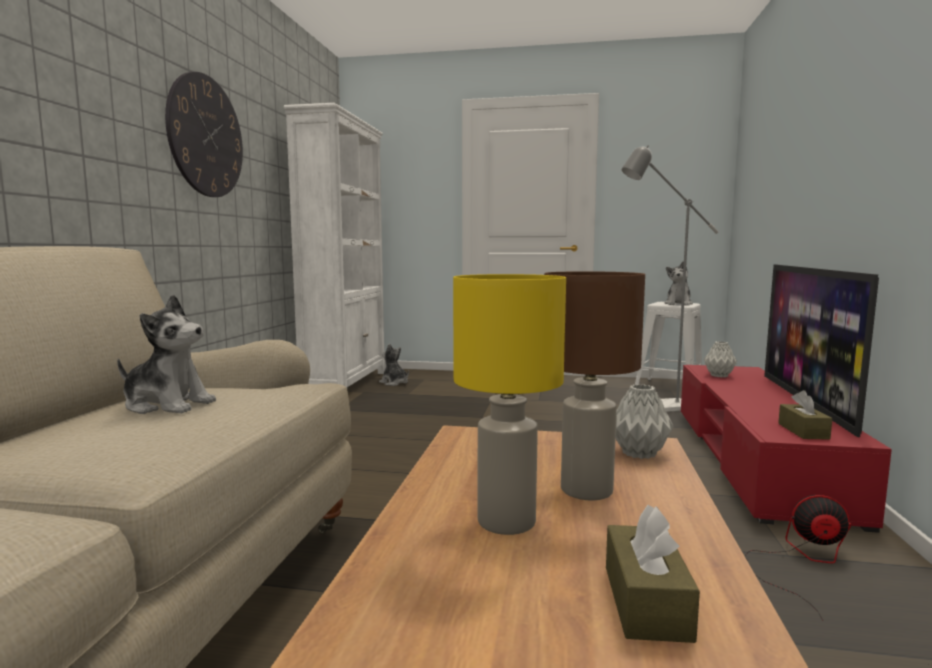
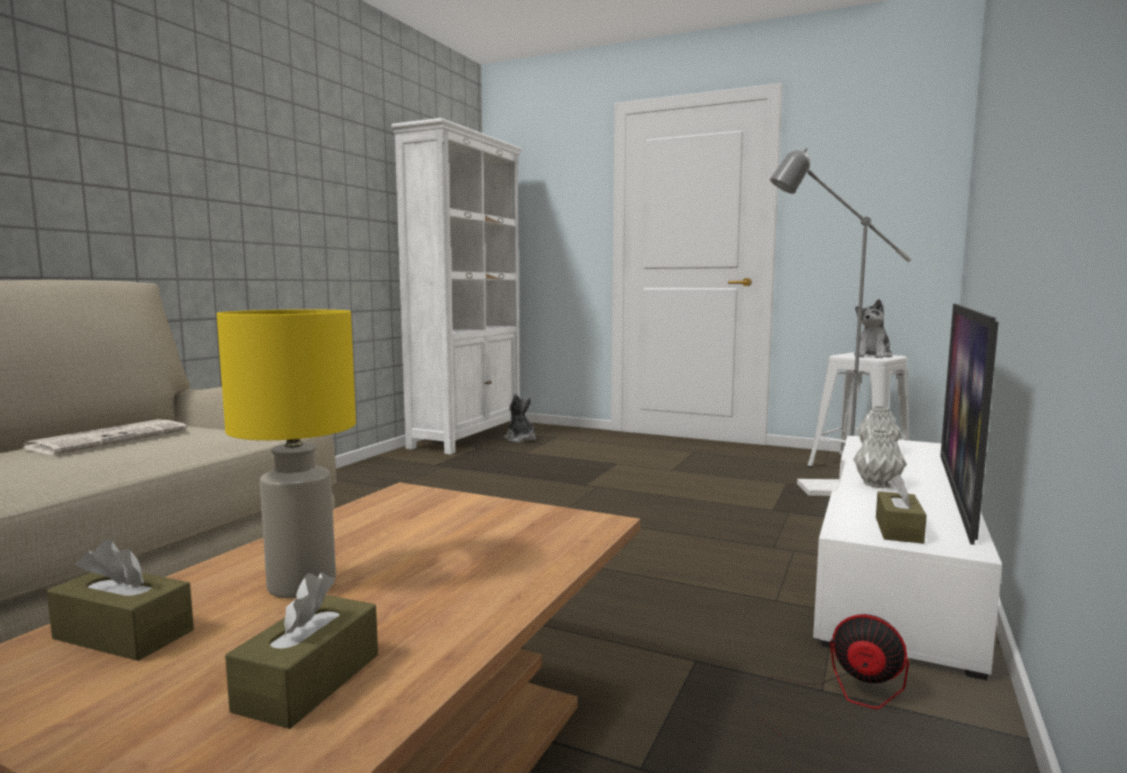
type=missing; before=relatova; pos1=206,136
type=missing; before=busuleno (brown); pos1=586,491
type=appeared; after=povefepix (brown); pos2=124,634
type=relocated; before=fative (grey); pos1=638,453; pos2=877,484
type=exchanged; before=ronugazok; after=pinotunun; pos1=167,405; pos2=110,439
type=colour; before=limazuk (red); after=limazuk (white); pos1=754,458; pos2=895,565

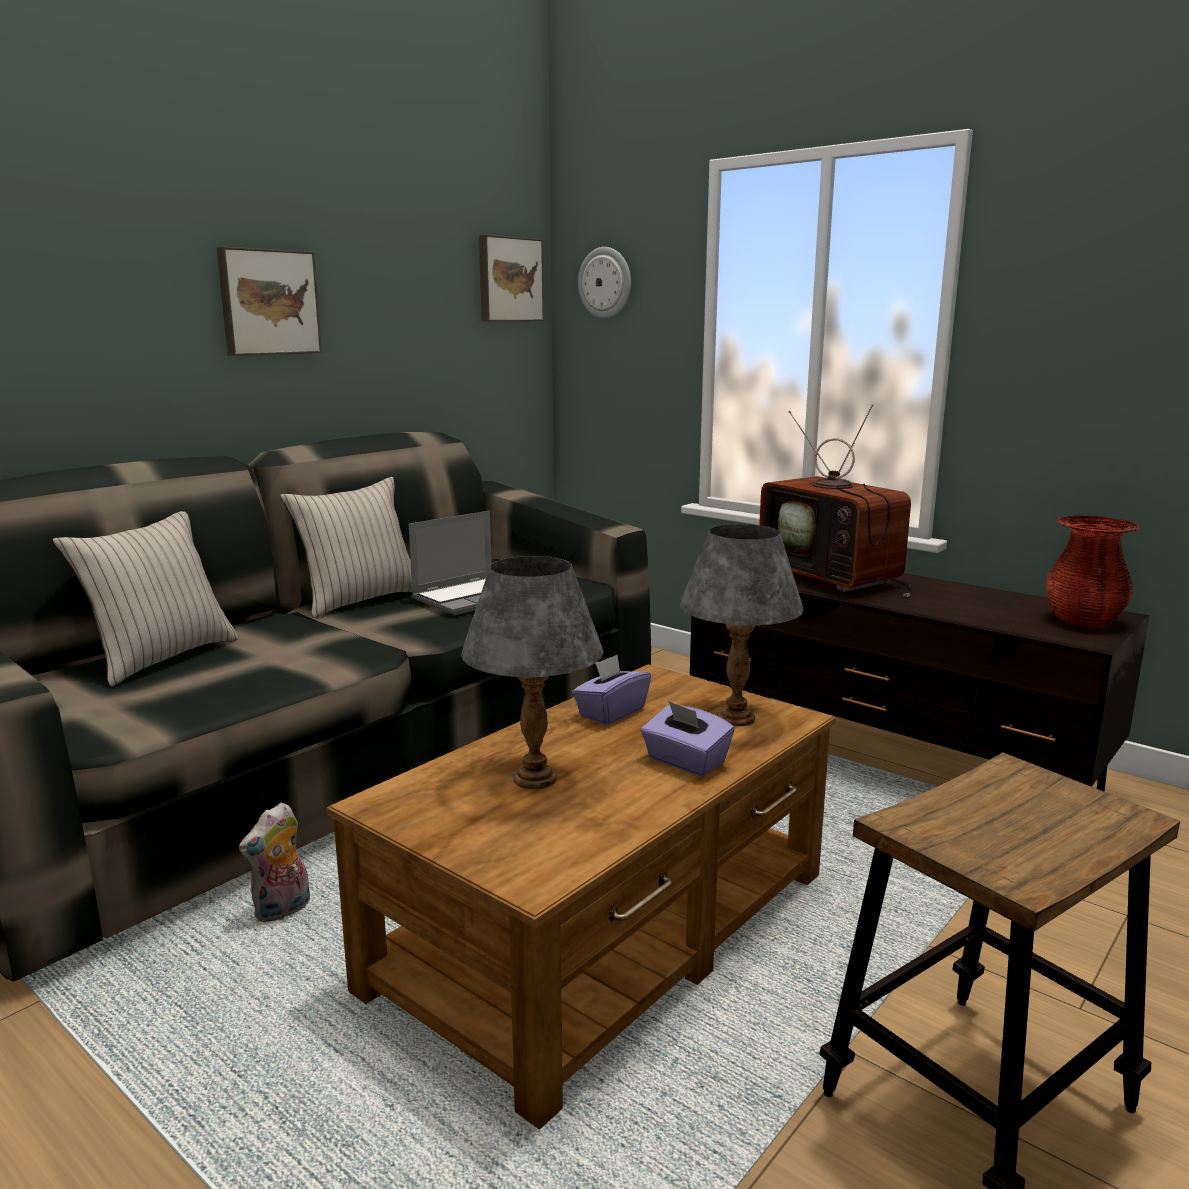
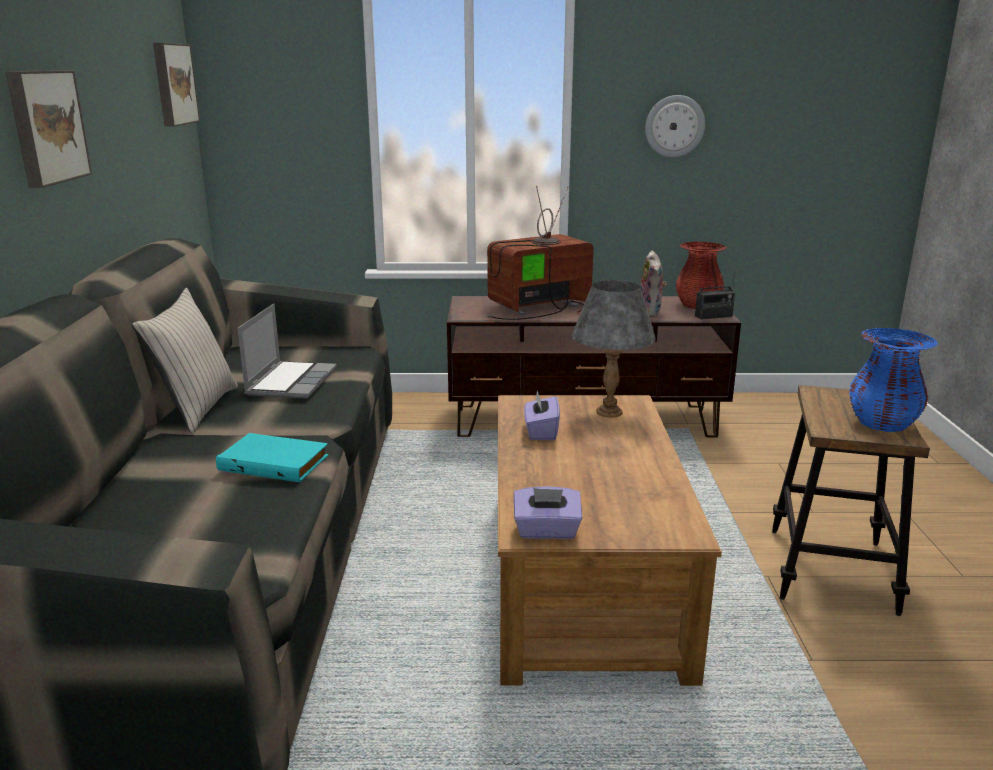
type=missing; before=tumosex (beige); pos1=161,658
type=missing; before=busuleno (grey); pos1=536,778
type=appeared; after=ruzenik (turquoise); pos2=275,462
type=appeared; after=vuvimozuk; pos2=713,316
type=appeared; after=fative (blue); pos2=882,424
type=relocated; before=ronugazok; pos1=283,911; pos2=650,313
type=relocated; before=relatova; pos1=605,283; pos2=674,126
type=relocated; before=povefepix (purple); pos1=685,762; pos2=547,531
type=spun; before=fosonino; pos1=835,578; pos2=538,307; turn=135

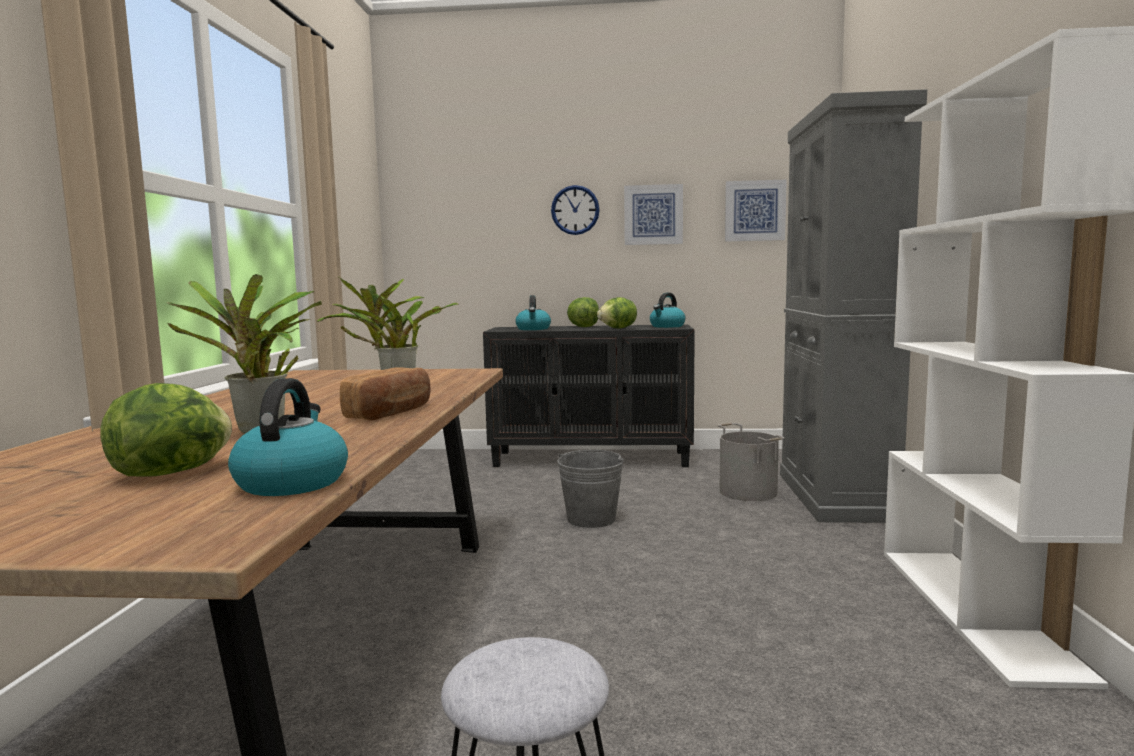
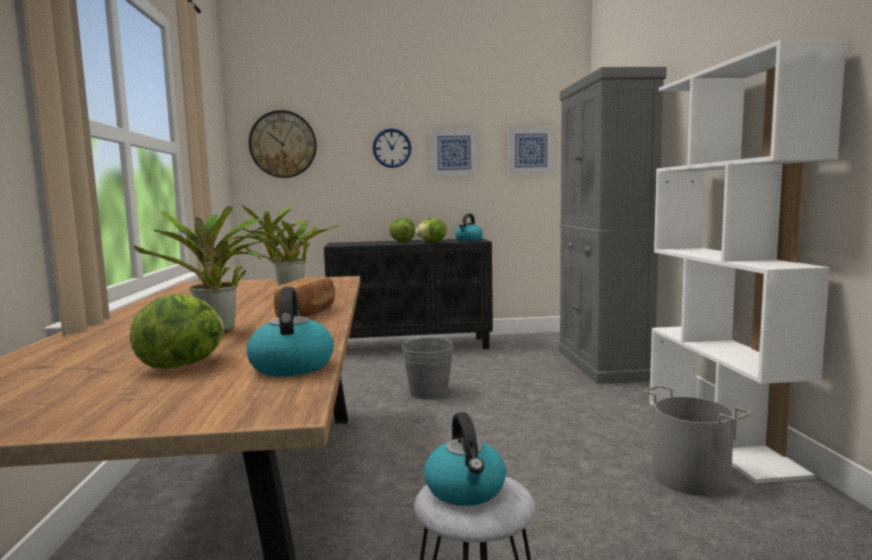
type=appeared; after=relatova; pos2=283,144
type=relocated; before=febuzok; pos1=533,329; pos2=466,490
type=relocated; before=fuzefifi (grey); pos1=747,492; pos2=690,478

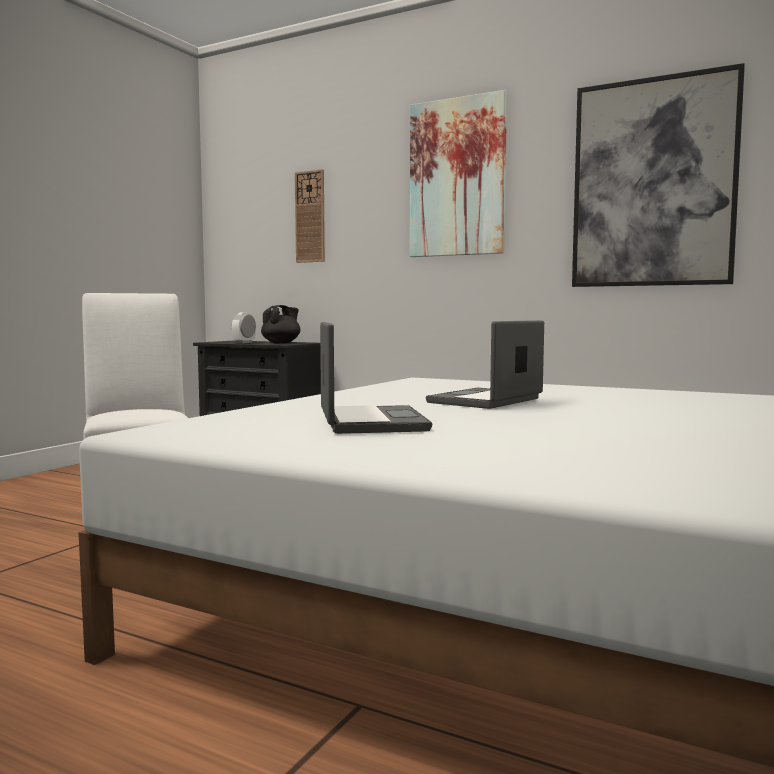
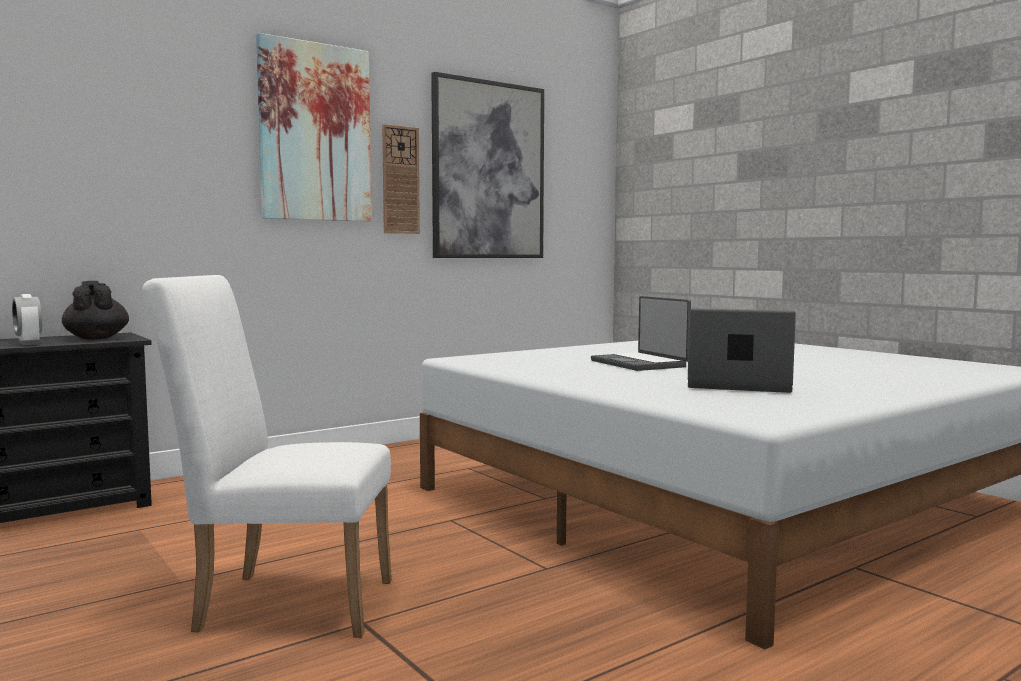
type=relocated; before=relatova; pos1=310,217; pos2=400,180

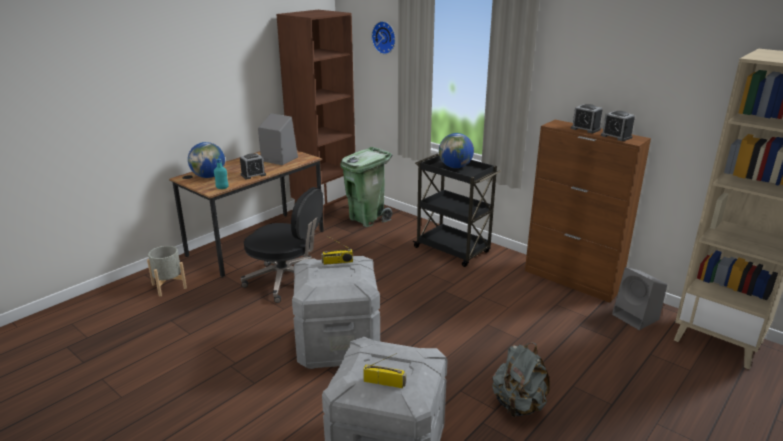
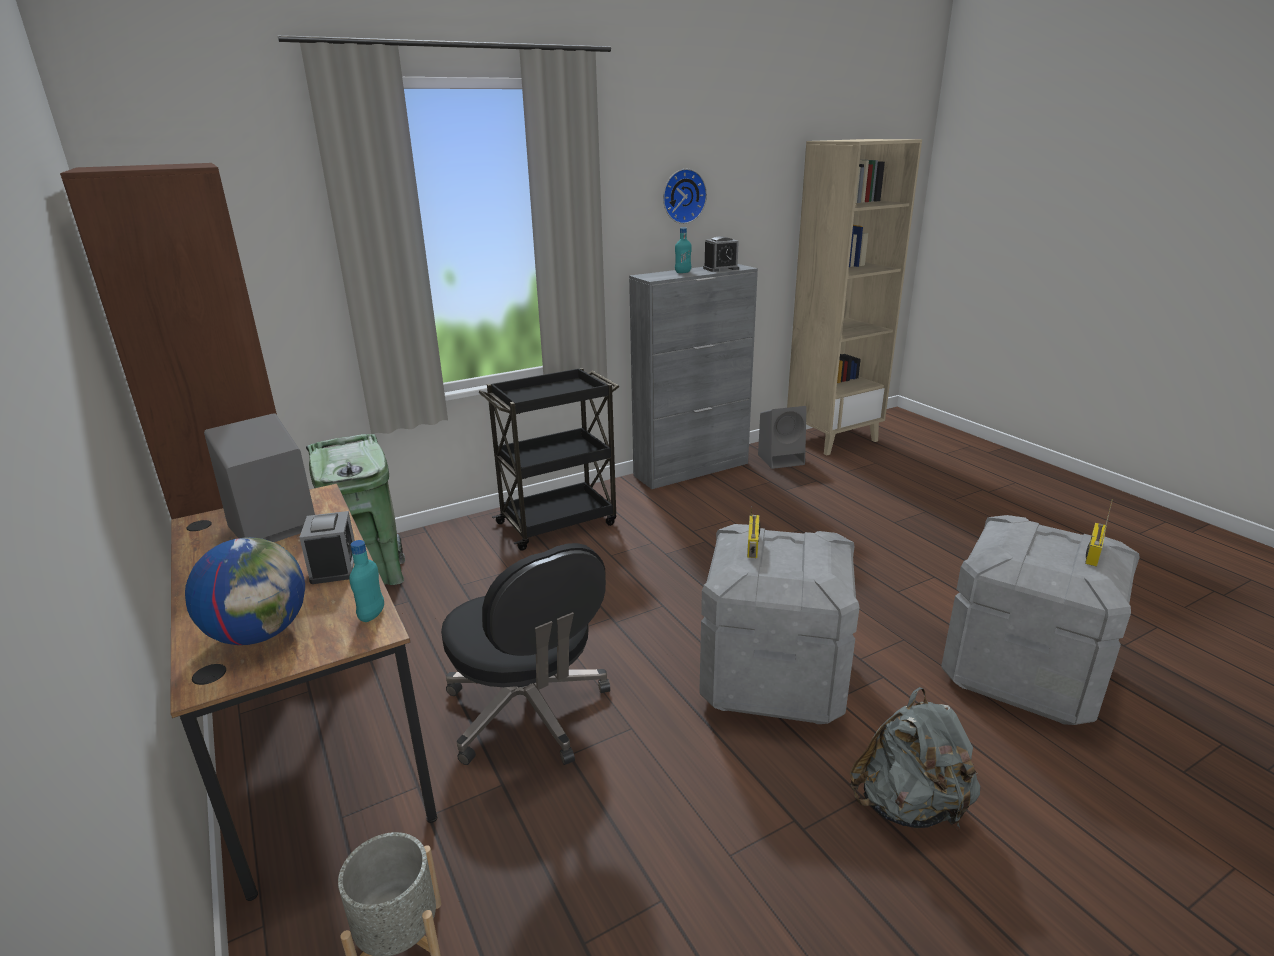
type=missing; before=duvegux; pos1=455,167
type=relocated; before=relatova; pos1=385,37; pos2=682,196
type=relocated; before=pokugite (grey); pos1=518,405; pos2=909,805
type=exchanged; before=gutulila; after=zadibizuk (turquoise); pos1=585,129; pos2=683,272
type=colour; before=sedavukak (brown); after=sedavukak (grey); pos1=572,280; pos2=692,469
type=spun; before=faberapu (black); pos1=286,281; pos2=528,712; turn=105

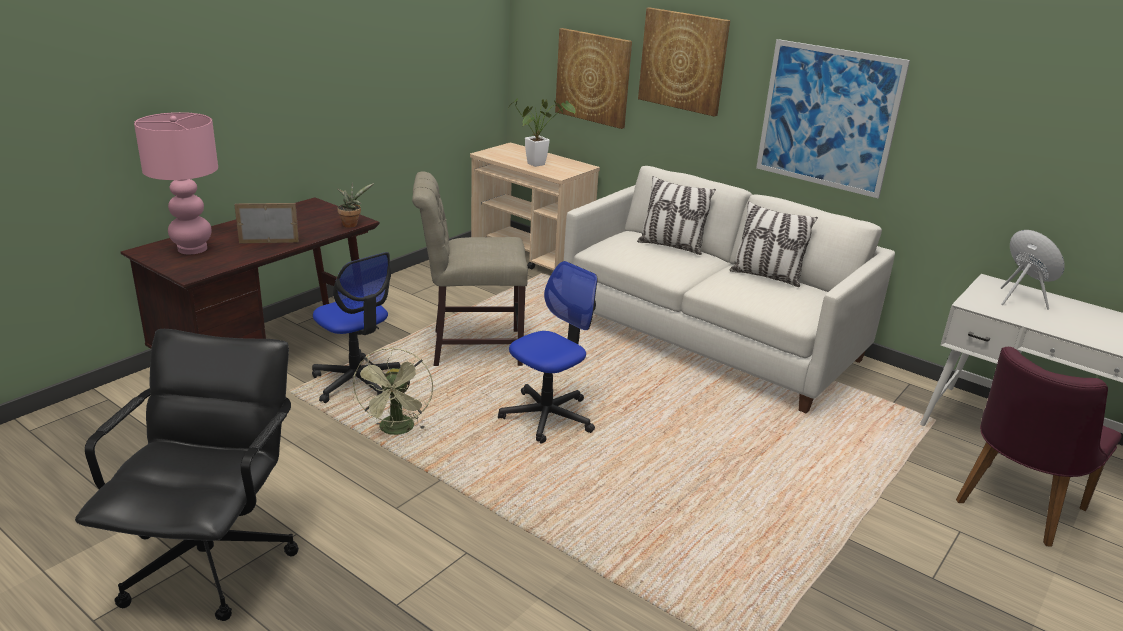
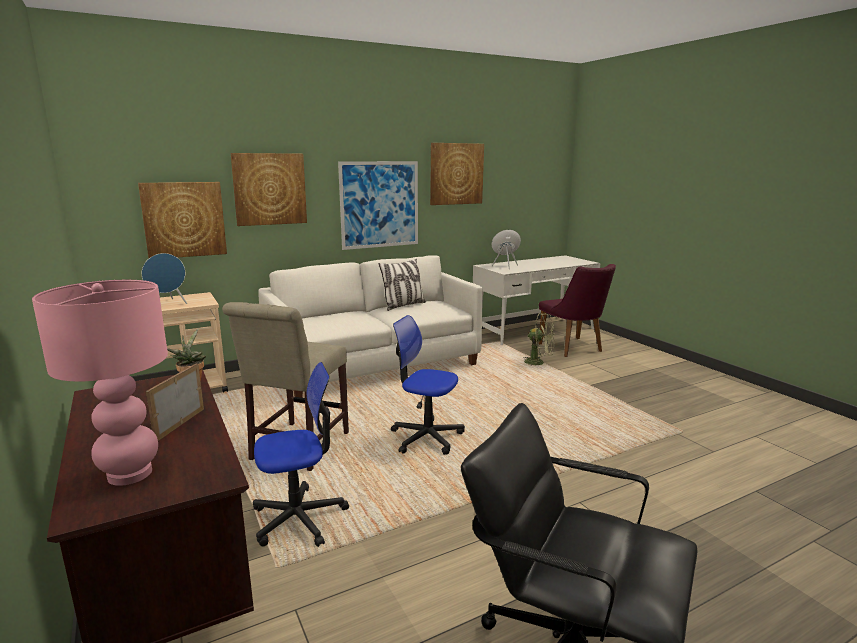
type=missing; before=tumosex; pos1=671,246
type=appeared; after=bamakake; pos2=456,174
type=relocated; before=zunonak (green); pos1=397,431; pos2=538,363
type=exchanged; before=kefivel; after=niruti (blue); pos1=539,164; pos2=168,304
type=spun; before=faberapu; pos1=547,416; pos2=426,437; turn=-45

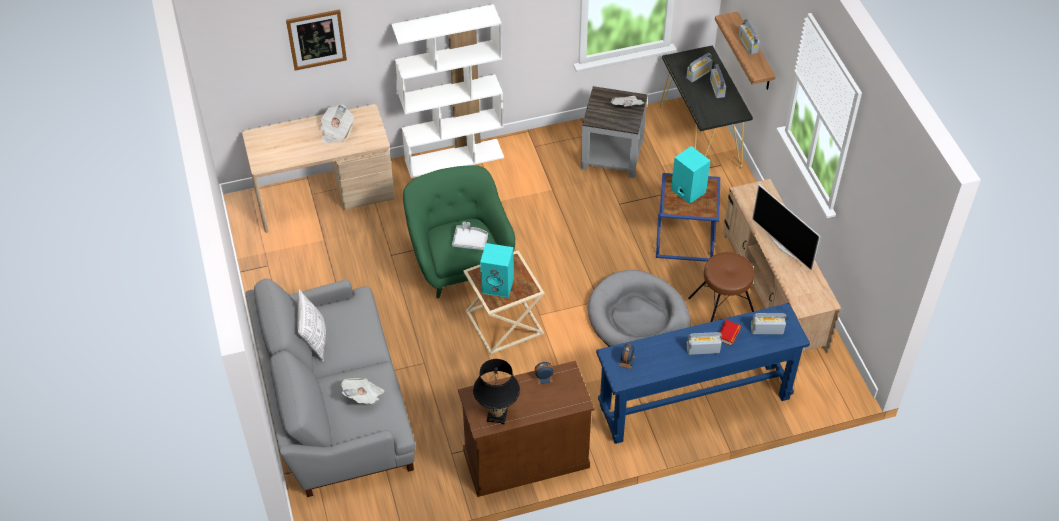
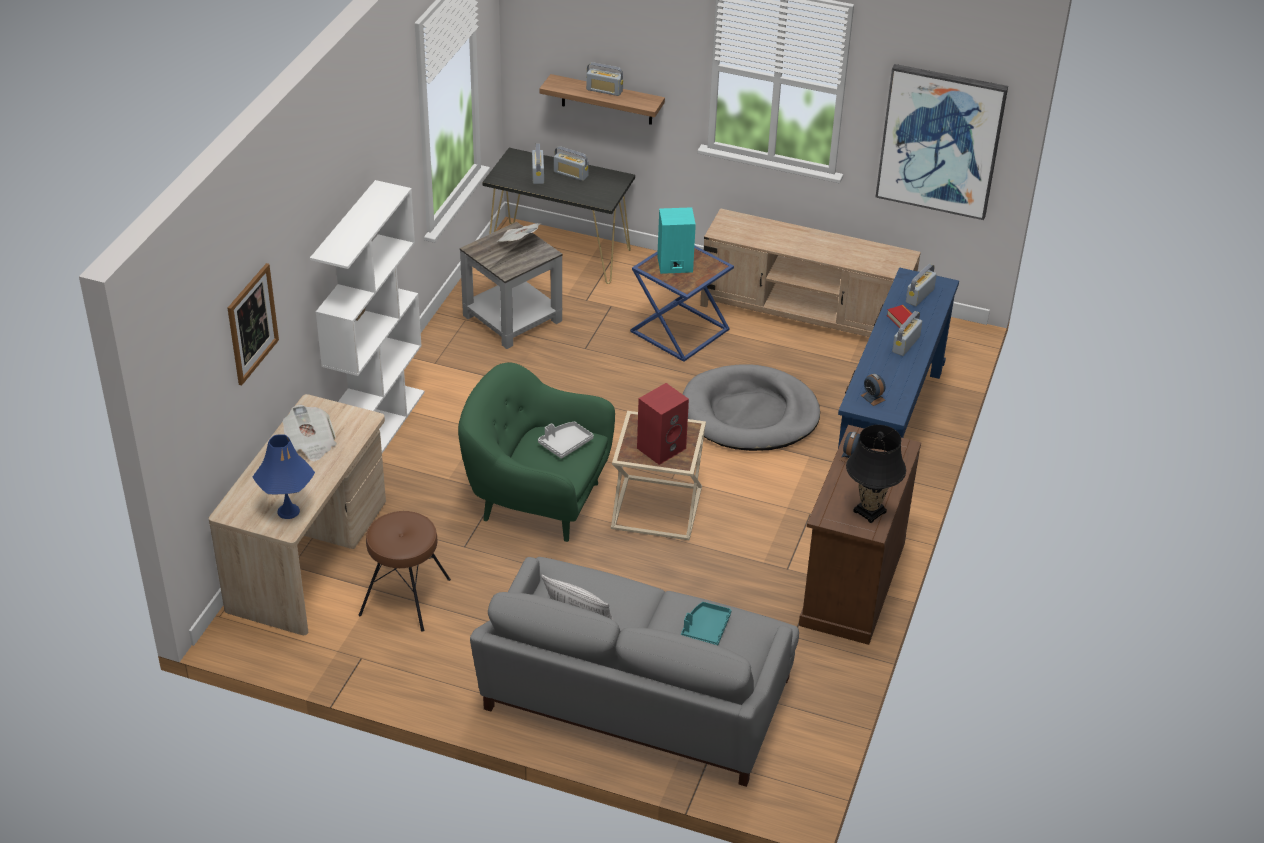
type=missing; before=fosonino; pos1=783,247
type=appeared; after=busuleno (blue); pos2=288,511
type=appeared; after=bamakake; pos2=940,141
type=relocated; before=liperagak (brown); pos1=722,309; pos2=406,597
type=exchanged; before=pinotunun; after=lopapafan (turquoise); pos1=363,396; pos2=705,629
type=colour; before=niruti (turquoise); after=niruti (red); pos1=498,285; pos2=661,447

